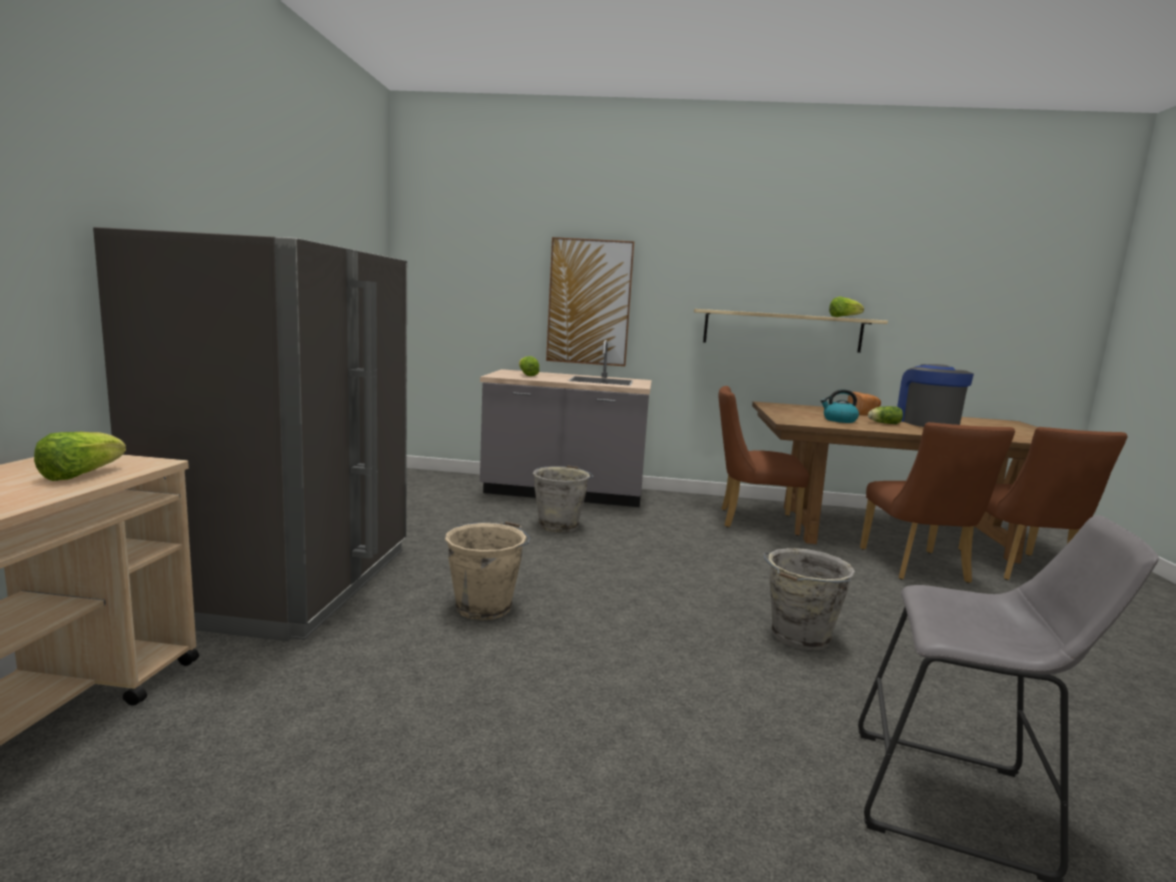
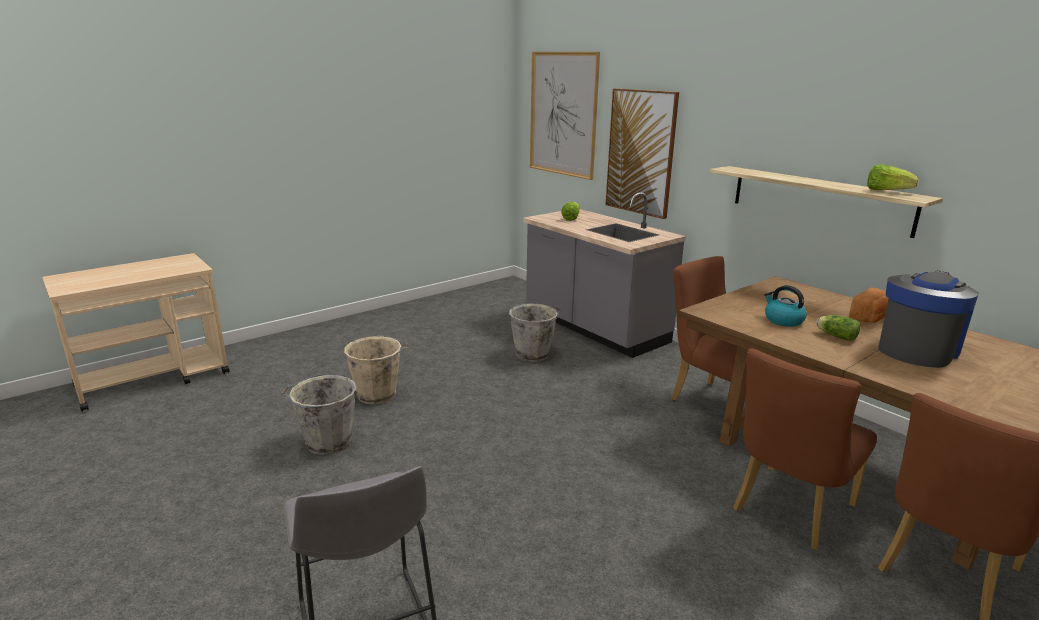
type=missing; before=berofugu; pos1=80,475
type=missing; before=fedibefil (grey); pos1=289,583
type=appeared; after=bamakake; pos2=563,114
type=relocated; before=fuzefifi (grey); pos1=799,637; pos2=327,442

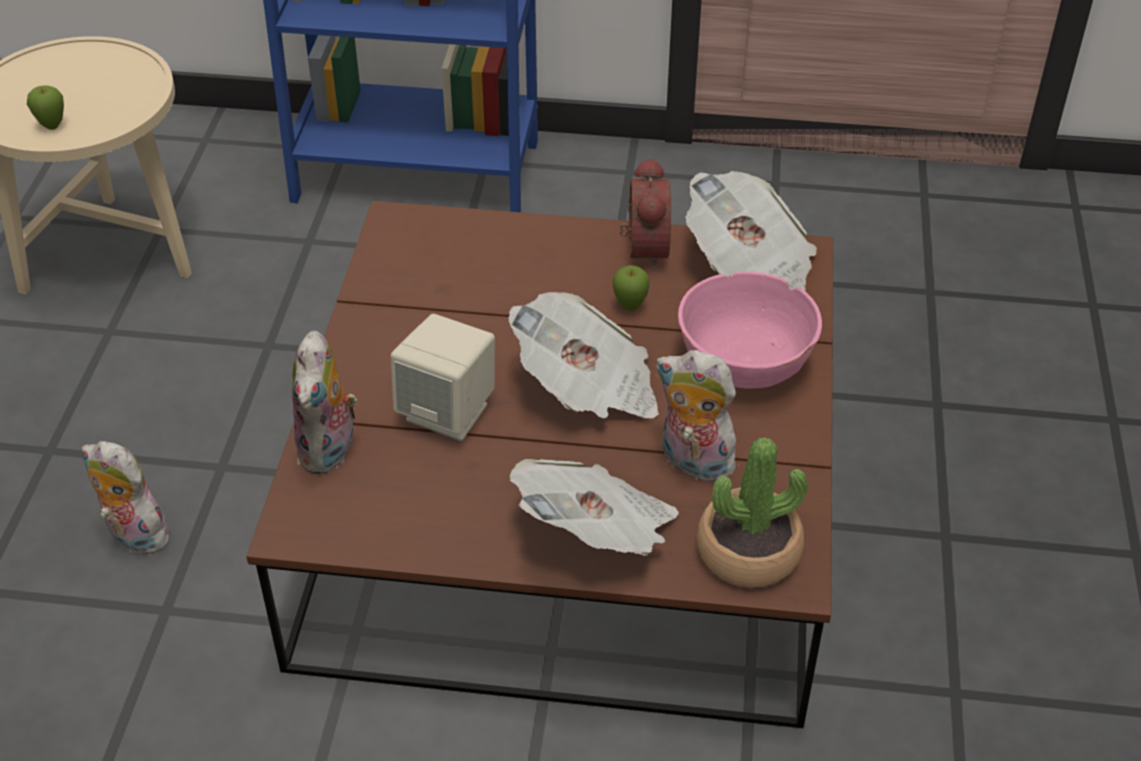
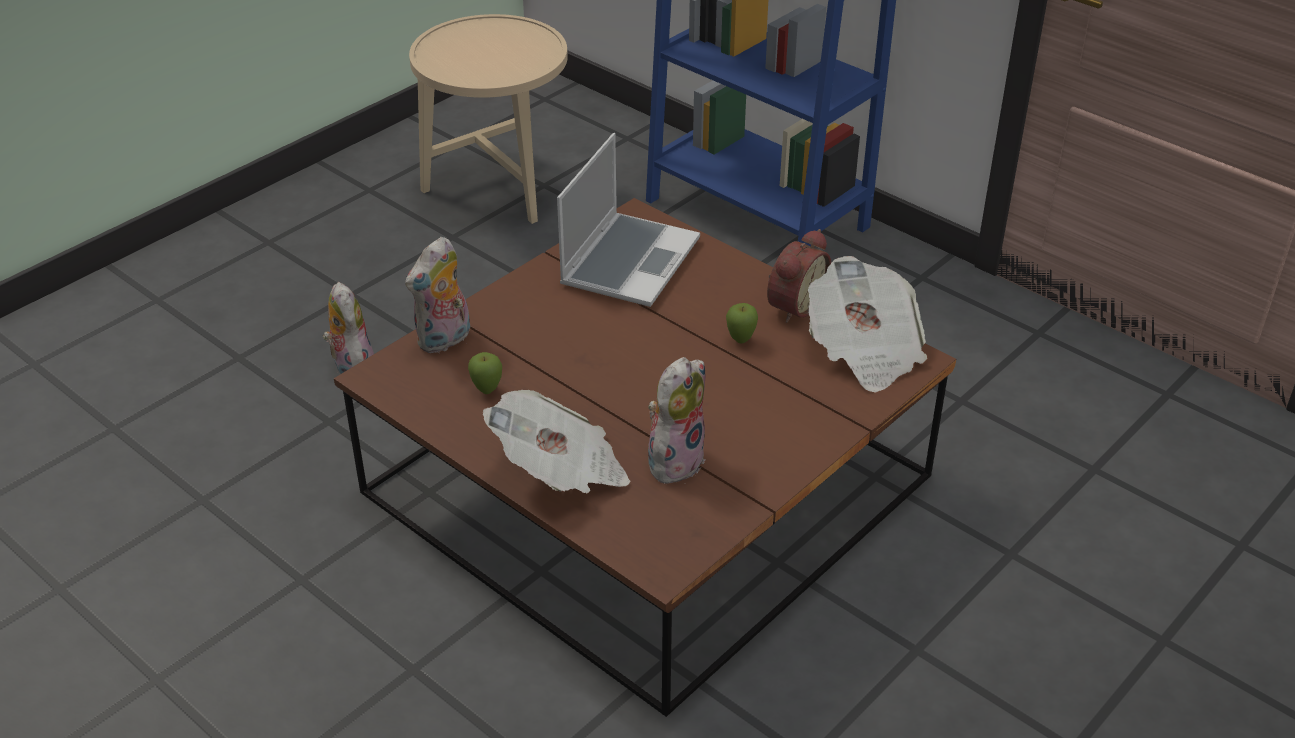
type=missing; before=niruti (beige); pos1=448,412
type=missing; before=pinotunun; pos1=588,388
type=missing; before=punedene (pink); pos1=744,364
type=missing; before=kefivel; pos1=748,552
type=appeared; after=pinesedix; pos2=629,261
type=relocated; before=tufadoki; pos1=52,126; pos2=487,390
type=spun; before=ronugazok; pos1=692,462; pos2=674,460; turn=60

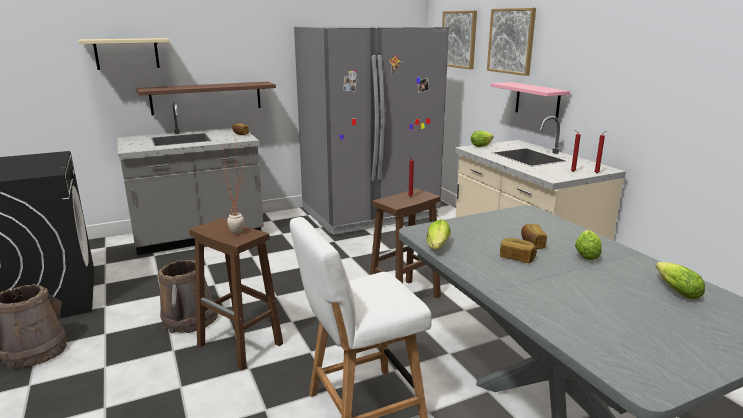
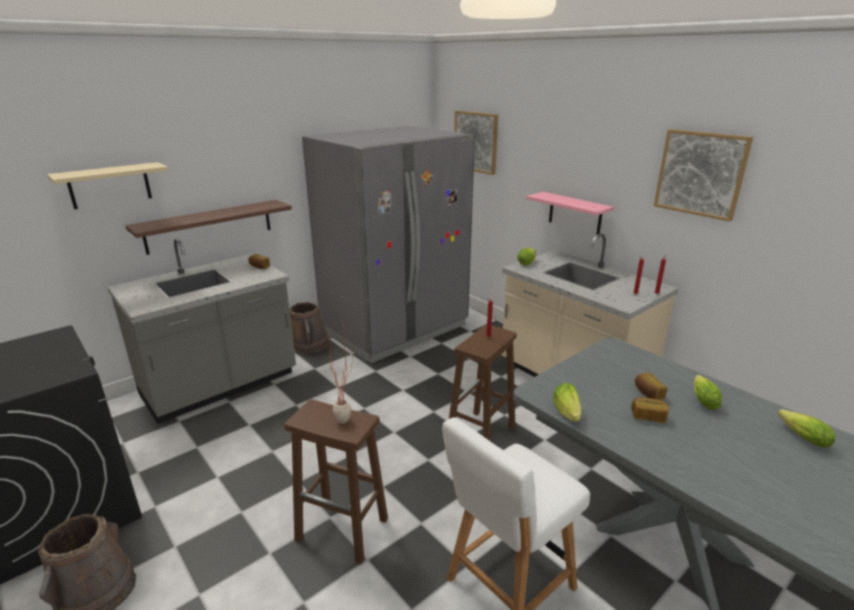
type=relocated; before=fuzefifi (brown); pos1=189,319; pos2=309,344
type=relocated; before=bamakake; pos1=511,41; pos2=700,173

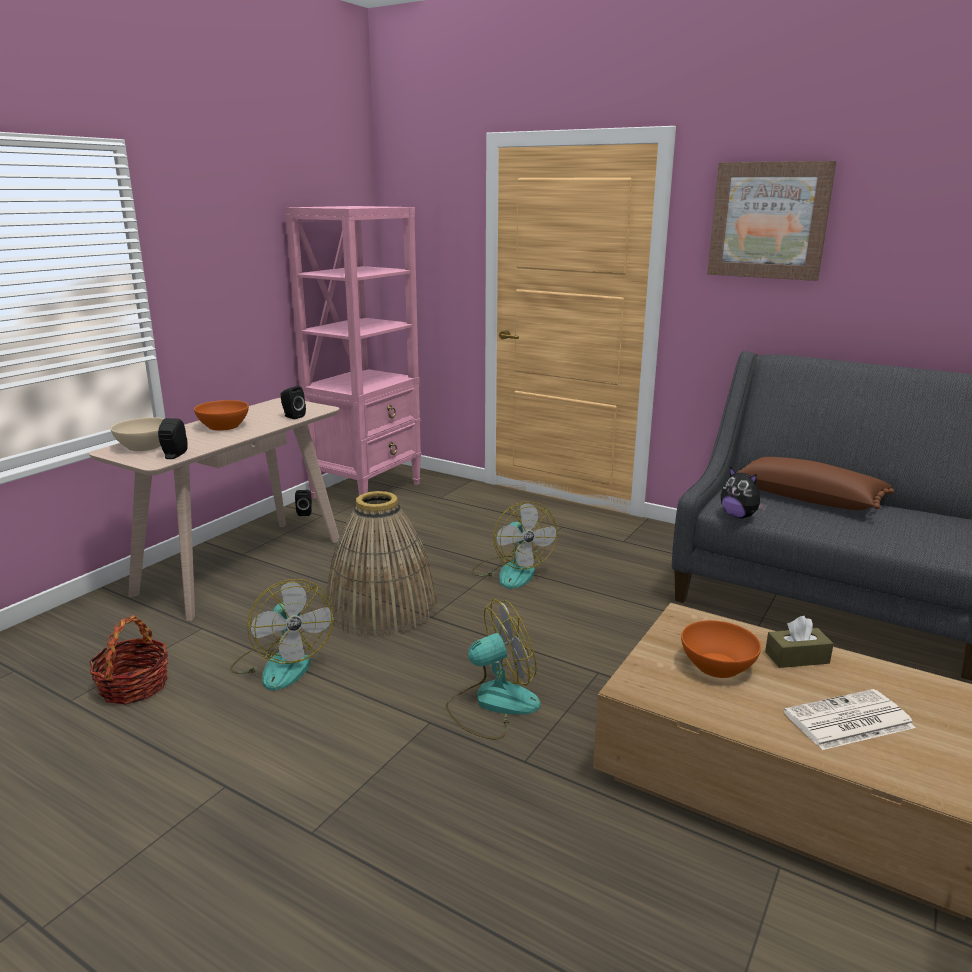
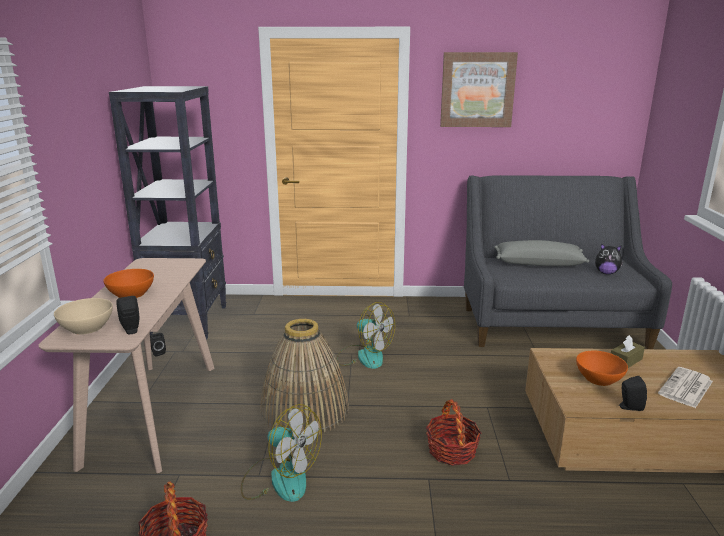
type=relocated; before=niruti (black); pos1=292,416; pos2=629,407
type=relocated; before=ronugazok; pos1=739,516; pos2=606,273
type=exchanged; before=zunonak; after=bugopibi; pos1=492,704; pos2=451,451
type=colour; before=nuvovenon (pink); after=nuvovenon (black); pos1=367,490; pos2=189,321
type=colour; before=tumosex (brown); after=tumosex (grey); pos1=809,498; pos2=538,263

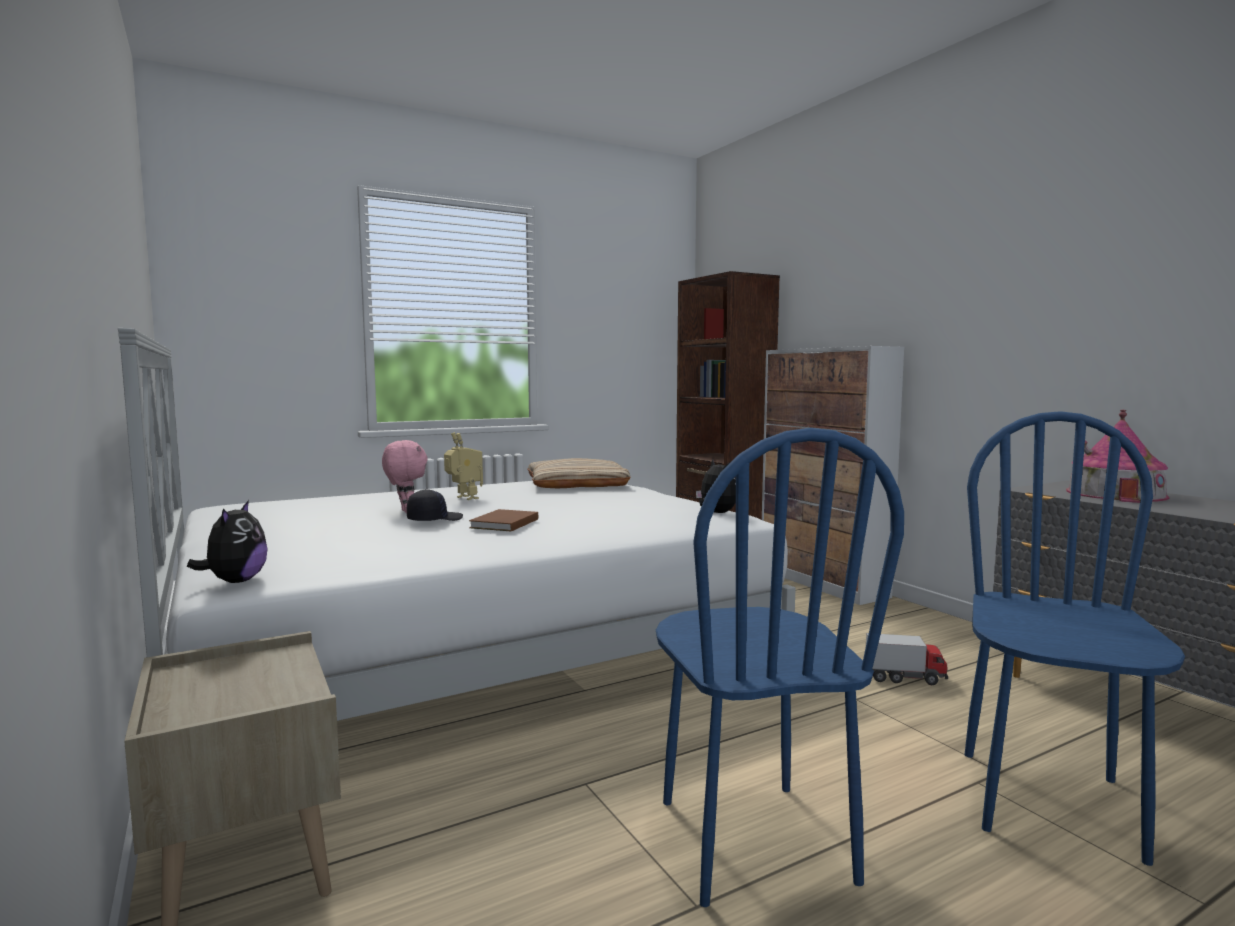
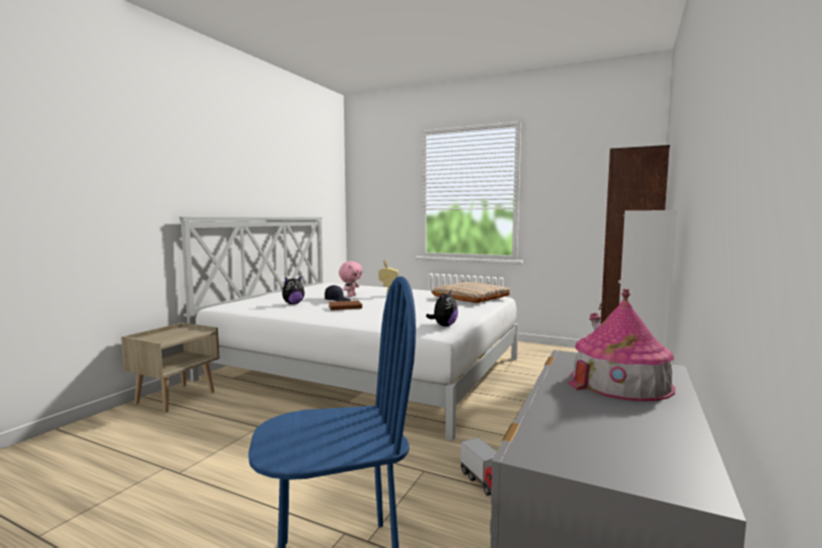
type=missing; before=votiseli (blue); pos1=752,840
type=relocated; before=ronugazok; pos1=235,581; pos2=293,304

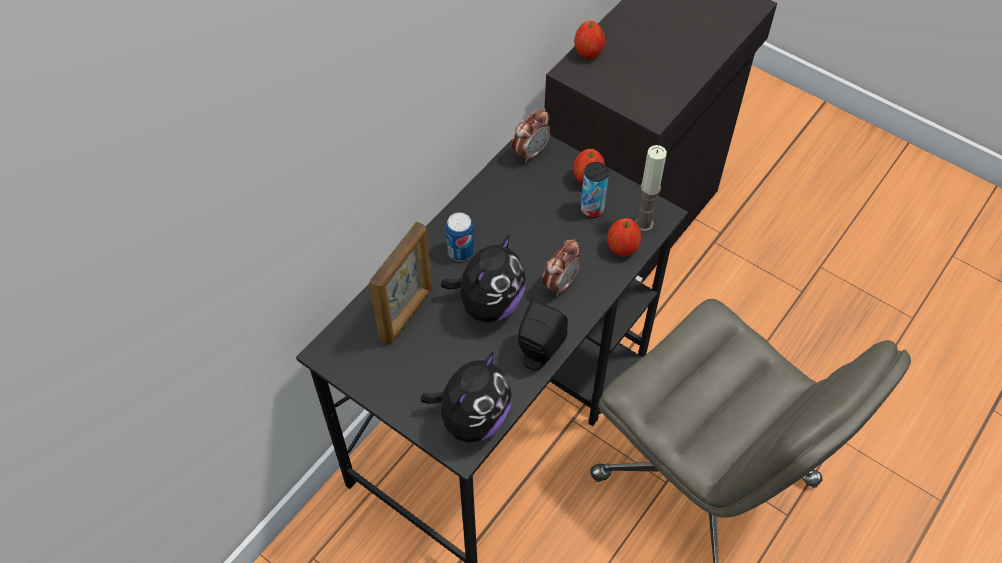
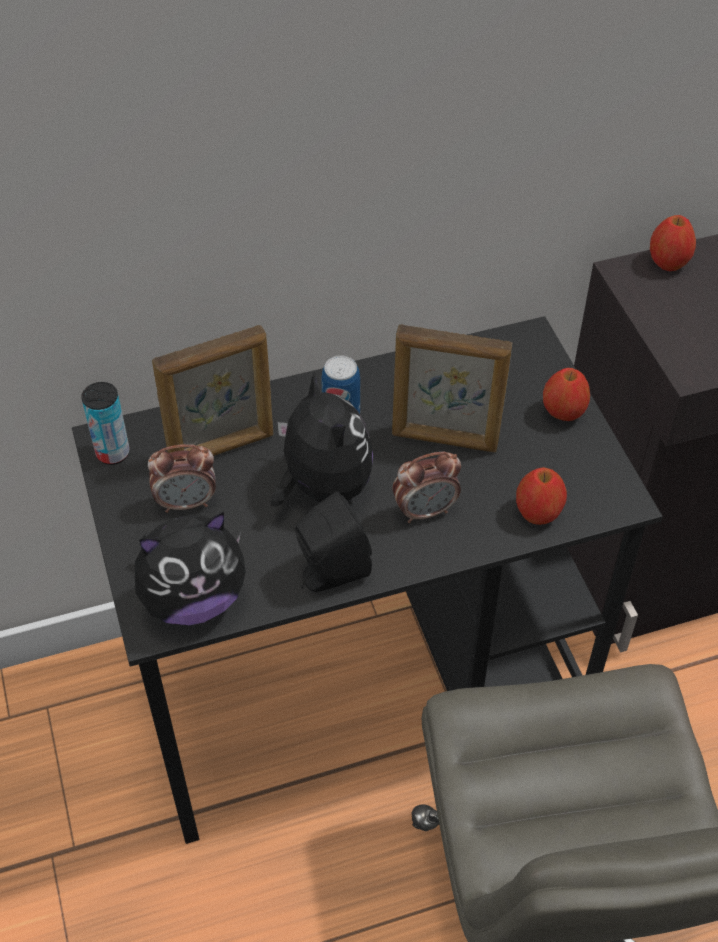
type=missing; before=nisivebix; pos1=643,224
type=appeared; after=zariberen; pos2=445,440
type=relocated; before=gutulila; pos1=530,152; pos2=186,502
type=relocated; before=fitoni; pos1=592,209; pos2=113,453
type=spun; before=ronugazok; pos1=489,304; pos2=322,487; turn=-90

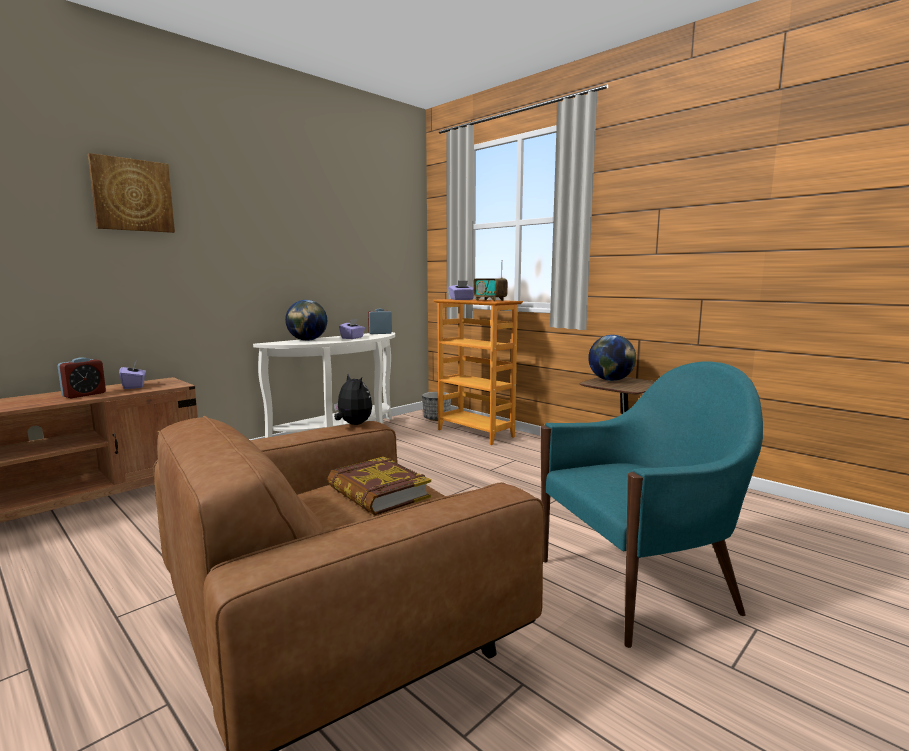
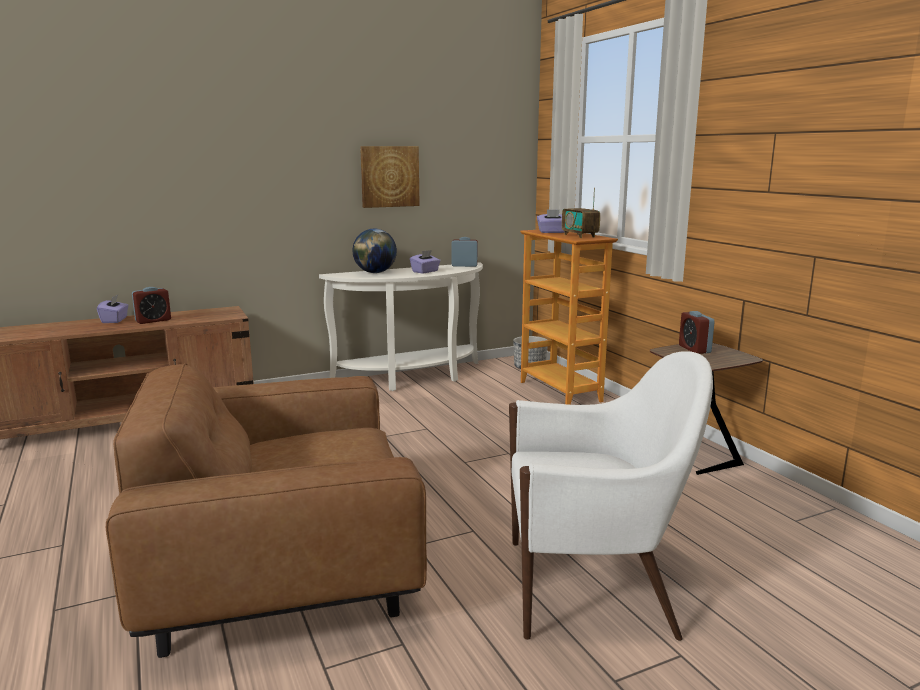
type=missing; before=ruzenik; pos1=377,493
type=missing; before=ronugazok; pos1=353,424
type=relocated; before=bamakake; pos1=132,195; pos2=389,176
type=relocated; before=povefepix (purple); pos1=134,386; pos2=115,320
type=exchanged; before=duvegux; after=gutulila; pos1=610,380; pos2=694,349
type=colour; before=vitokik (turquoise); after=vitokik (white); pos1=638,585; pos2=593,587

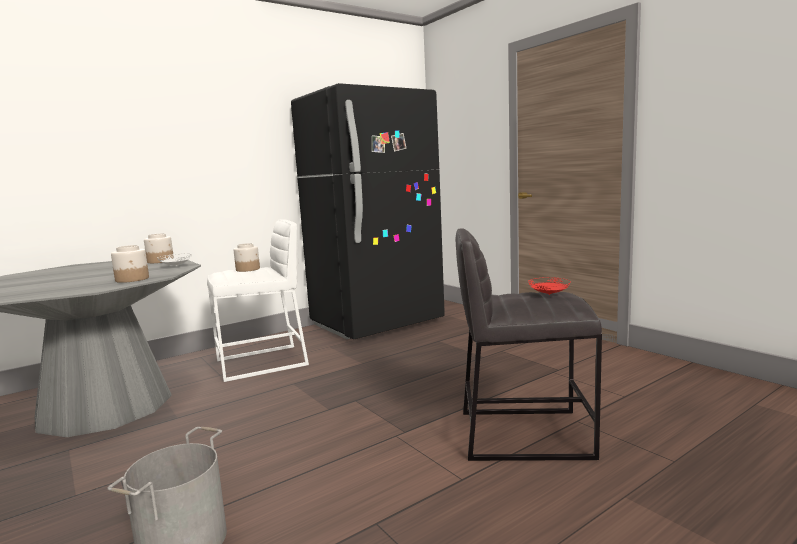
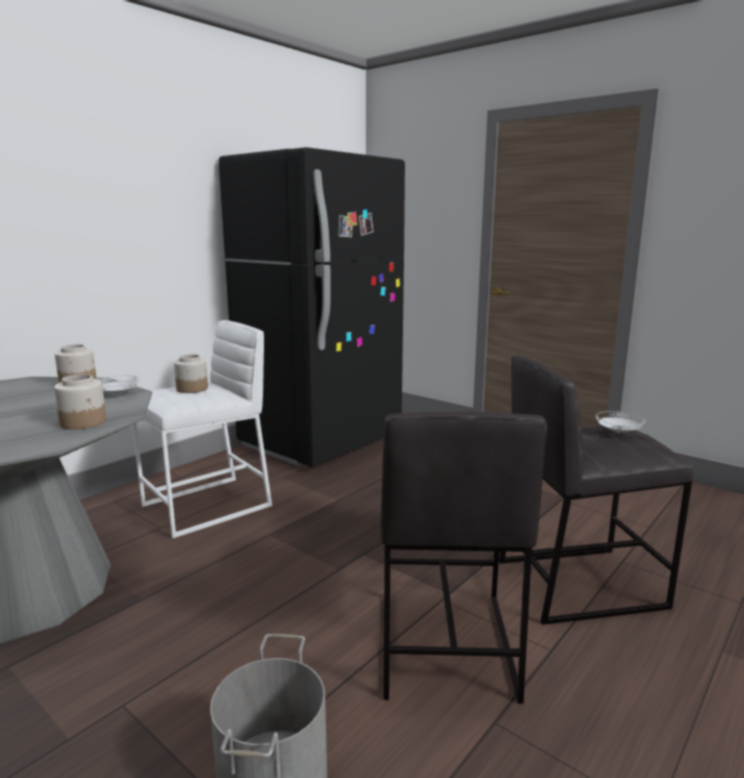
type=appeared; after=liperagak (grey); pos2=444,644
type=colour; before=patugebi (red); after=patugebi (white); pos1=549,295; pos2=618,432

